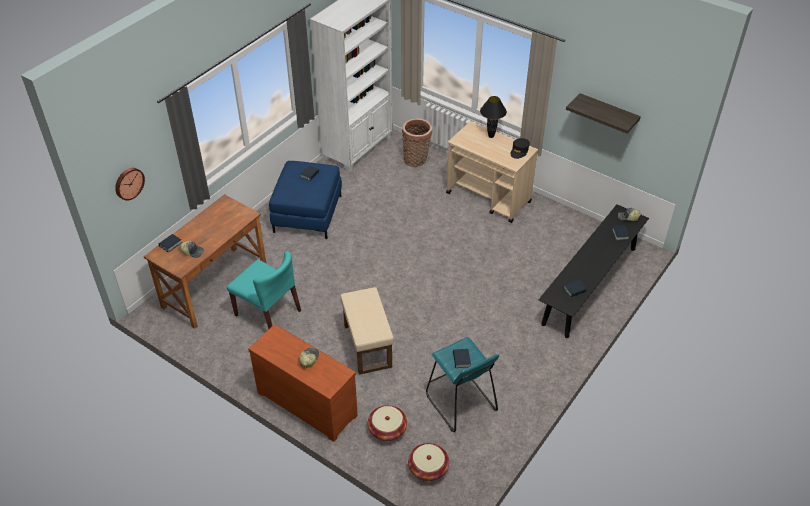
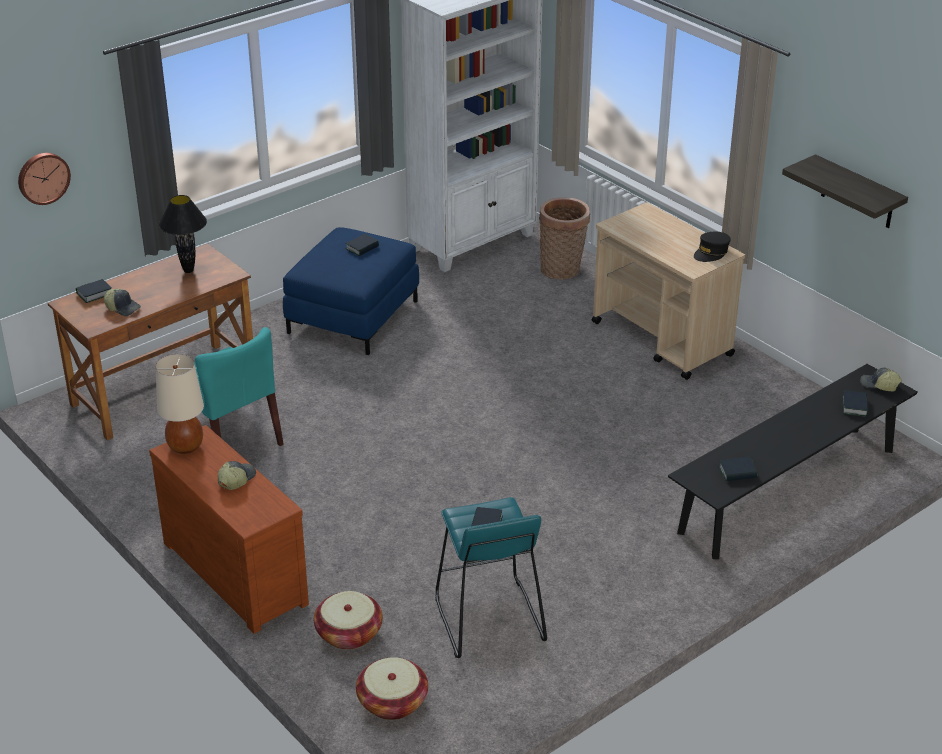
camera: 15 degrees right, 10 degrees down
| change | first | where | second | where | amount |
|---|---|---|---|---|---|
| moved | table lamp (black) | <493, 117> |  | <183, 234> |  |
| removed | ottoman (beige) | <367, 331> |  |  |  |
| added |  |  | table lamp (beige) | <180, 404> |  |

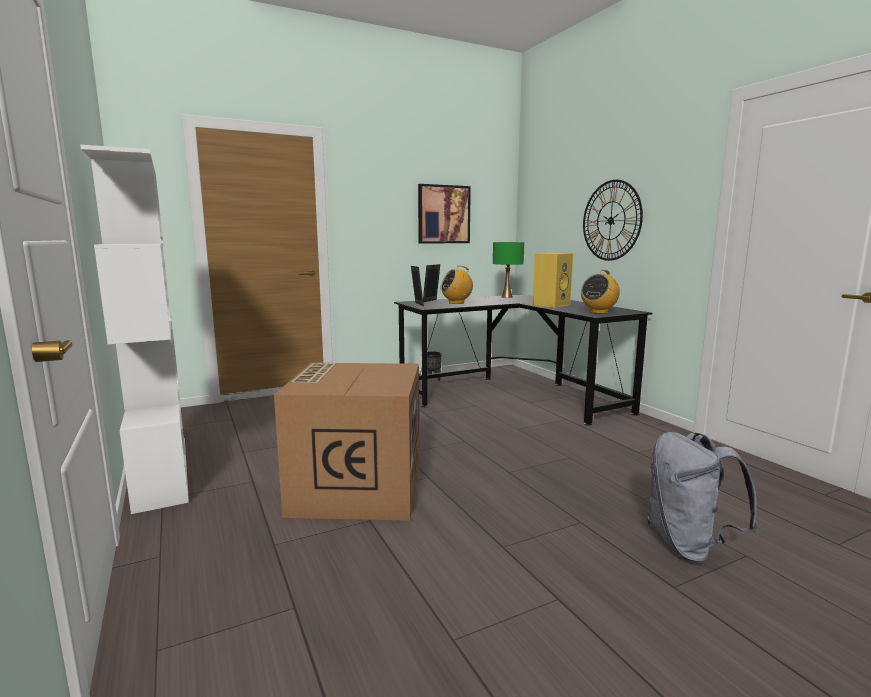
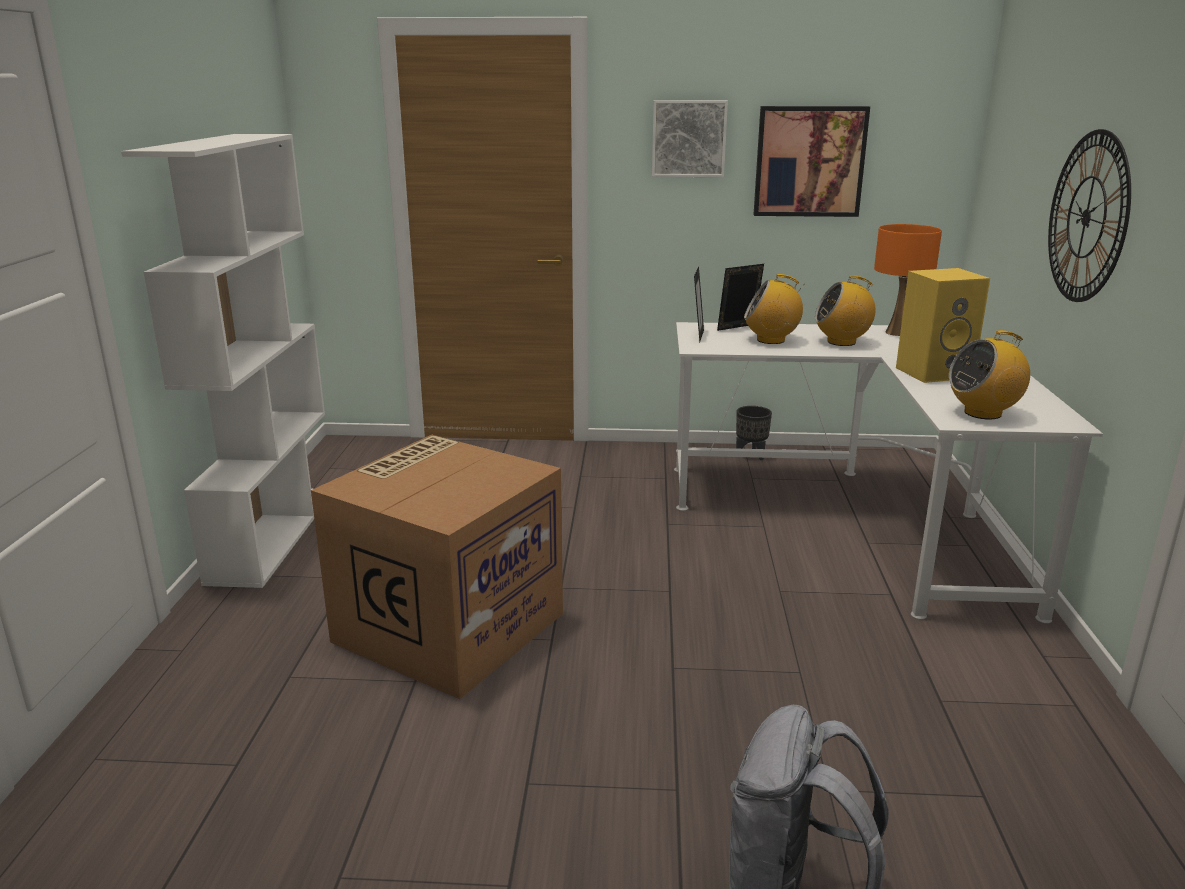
camera: 30 degrees right, 10 degrees up
| change | first | where | second | where | amount |
|---|---|---|---|---|---|
| recoloured | table lamp (green) | <508, 270> | table lamp (orange) | <908, 280> |  |
| recoloured | desk (black) | <523, 360> | desk (white) | <888, 473> |  |
| added |  |  | picture | <690, 138> |  |
| added |  |  | radio | <845, 310> |  |

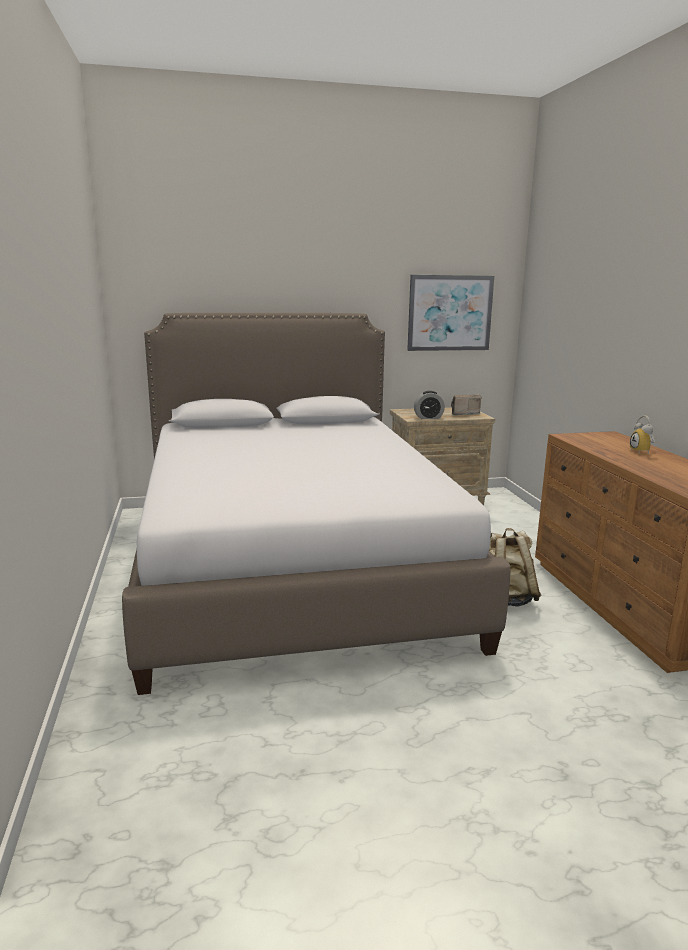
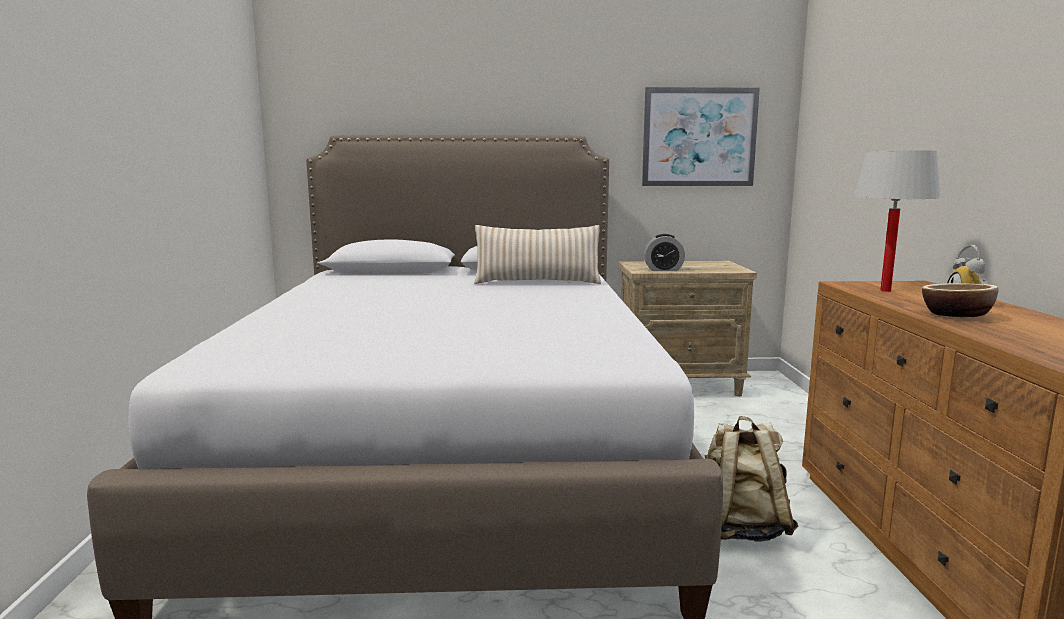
camera: 10 degrees right, 5 degrees down
| change | first | where | second | where | amount |
|---|---|---|---|---|---|
| removed | radio | <466, 404> |  |  |  |
| added |  |  | table lamp (white) | <897, 221> |  |
| added |  |  | pillow (beige) | <537, 254> |  |
| added |  |  | bowl | <960, 300> |  |

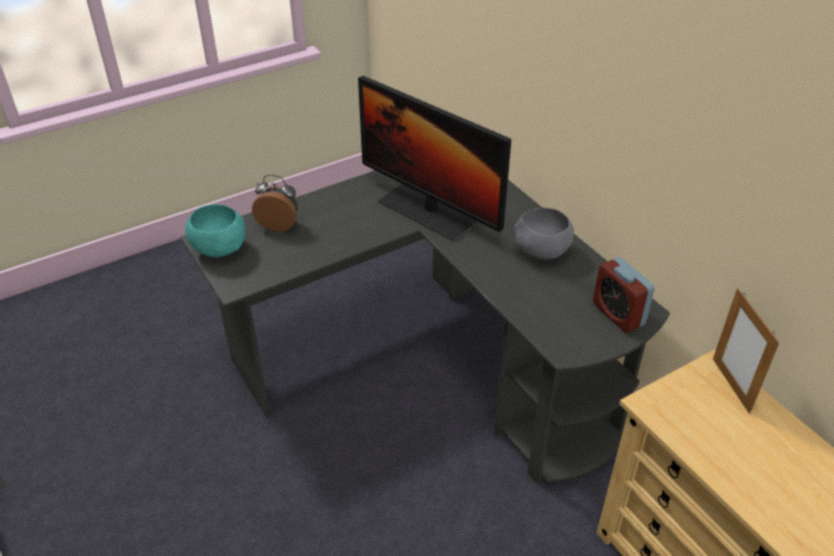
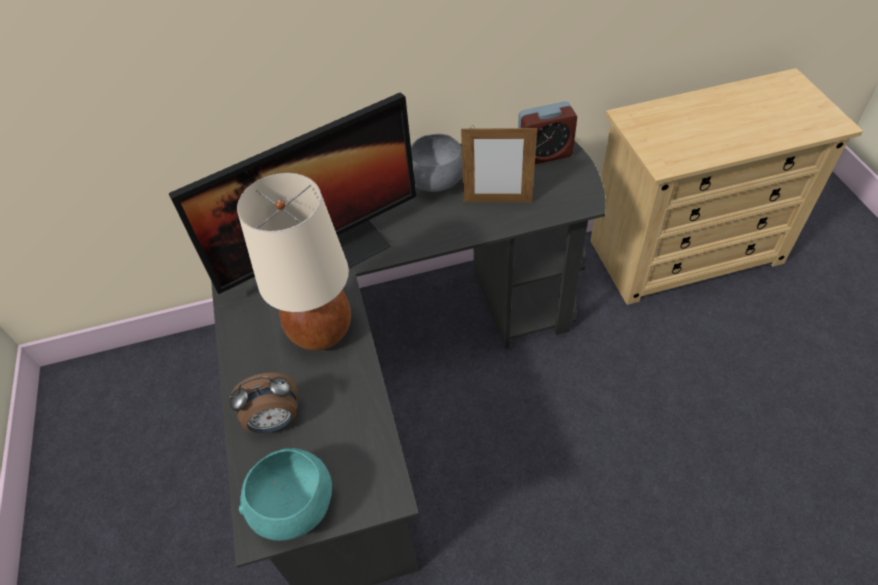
camera: 70 degrees left, 10 degrees up
| change | first | where | second | where | amount |
|---|---|---|---|---|---|
| turned | alarm clock | <274, 203> |  | <263, 402> | 135 degrees counterclockwise |
| moved | picture frame | <746, 351> |  | <499, 163> |  |
| added |  |  | table lamp (beige) | <294, 262> |  |

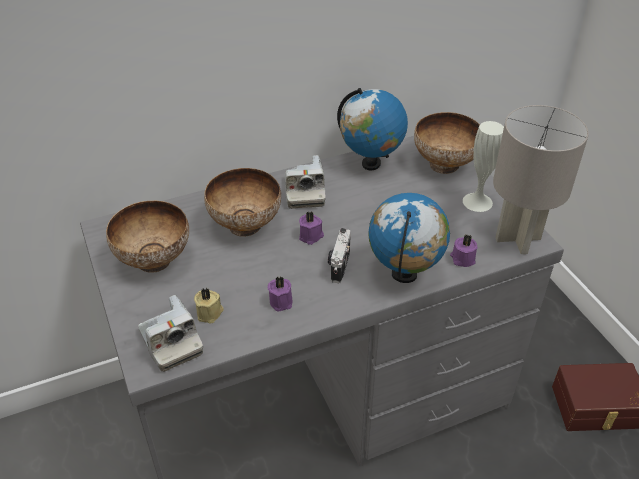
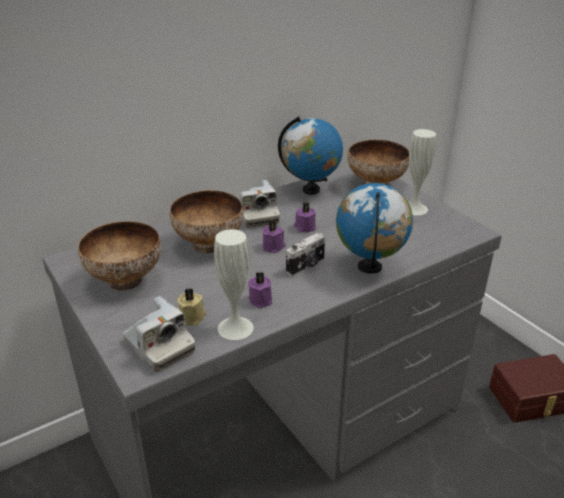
camera: 10 degrees left, 10 degrees down
| change | first | where | second | where | amount |
|---|---|---|---|---|---|
| removed | table lamp (grey) | <541, 179> |  |  |  |
| turned | photo camera | <339, 255> |  | <305, 254> | 135 degrees counterclockwise |
| moved | candle (purple) | <464, 250> |  | <305, 217> |  |
| added |  |  | vase (white) | <234, 284> |  |

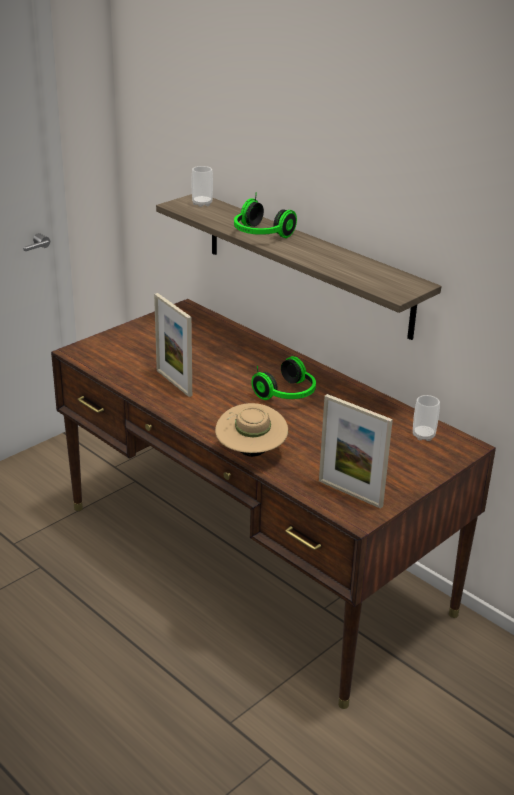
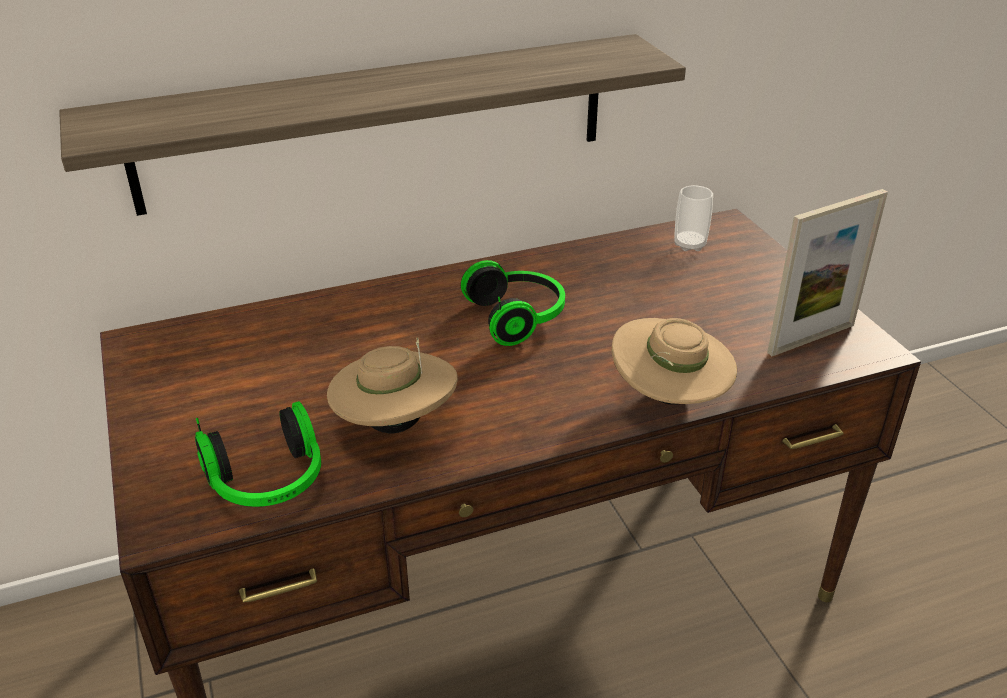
camera: 65 degrees left, 5 degrees up
| change | first | where | second | where | amount |
|---|---|---|---|---|---|
| removed | cup | <202, 186> |  |  |  |
| moved | headphones | <265, 215> |  | <258, 454> |  |
| replaced | picture frame | <173, 345> | hat (beige) | <392, 385> |  |

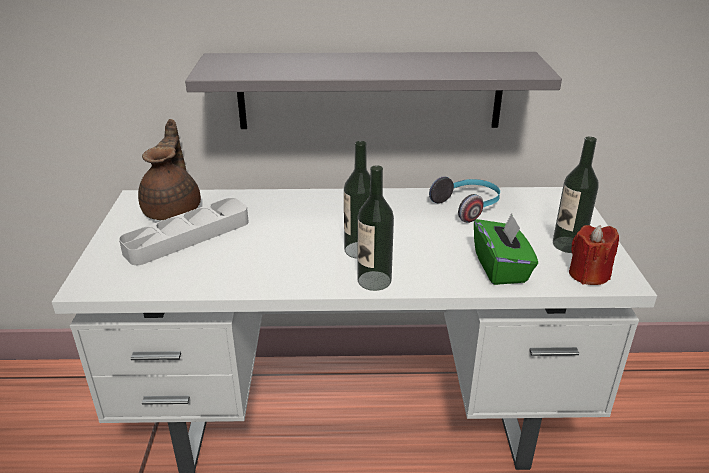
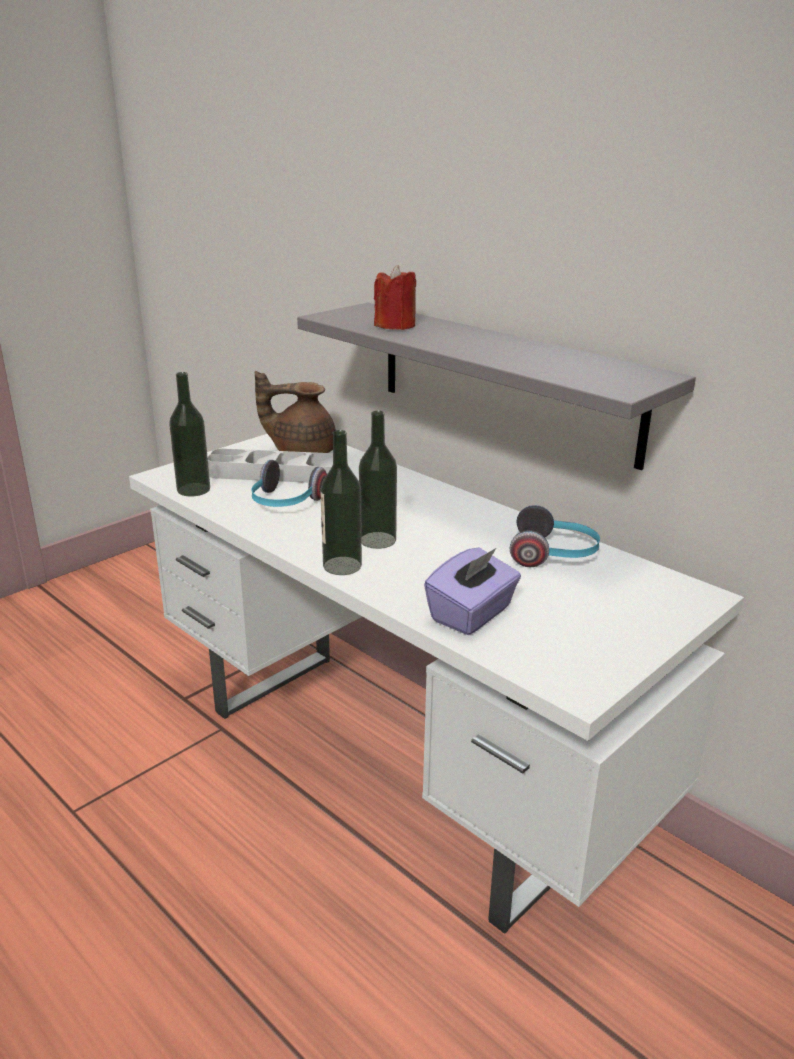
camera: 45 degrees right, 5 degrees down
| change | first | where | second | where | amount |
|---|---|---|---|---|---|
| turned | teapot (brown) | <169, 169> |  | <295, 412> | 135 degrees counterclockwise |
| moved | bottle | <576, 195> |  | <189, 434> |  |
| recoloured | tissue box (green) | <506, 249> | tissue box (purple) | <472, 591> |  |
| moved | candle (red) | <594, 255> |  | <395, 297> |  |
| added |  |  | headphones | <289, 483> |  |

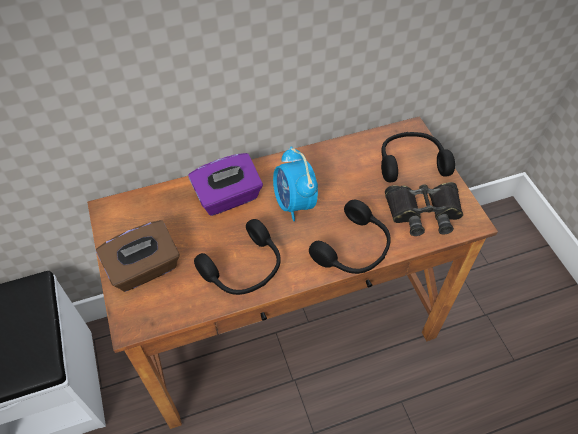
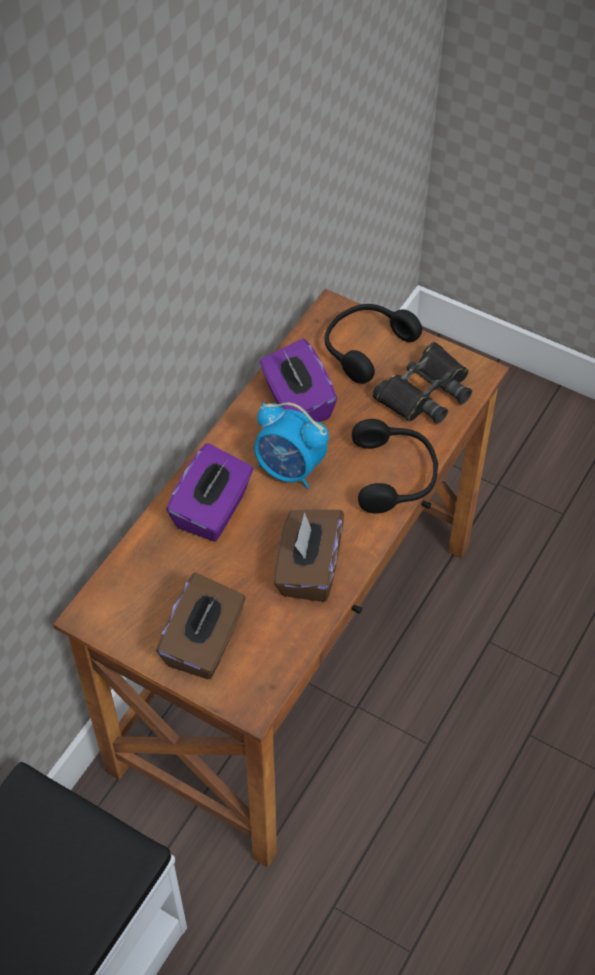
camera: 40 degrees left, 0 degrees up
| change | first | where | second | where | amount |
|---|---|---|---|---|---|
| replaced | headphones (black) | <237, 257> | tissue box (brown) | <309, 556> |  |
| added |  |  | tissue box (purple) | <298, 380> |  |

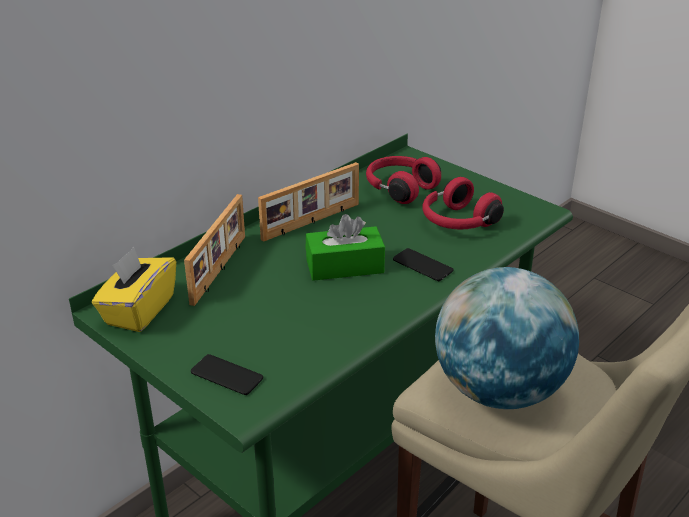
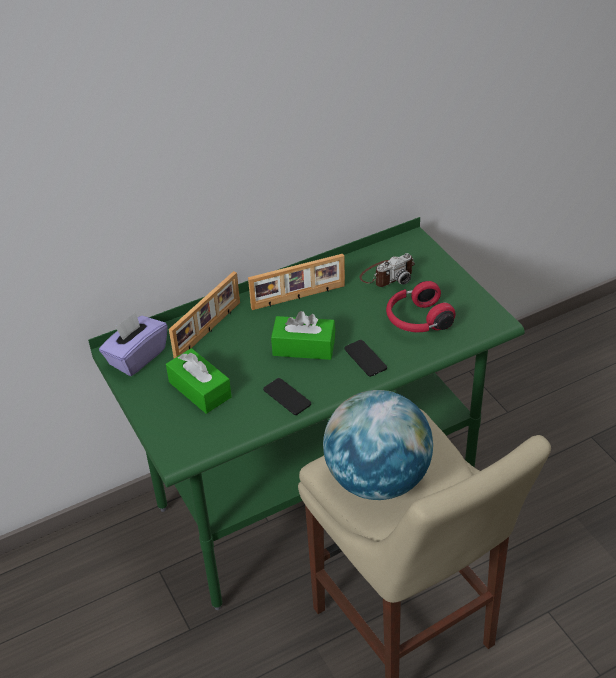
camera: 20 degrees right, 10 degrees up
| change | first | where | second | where | amount |
|---|---|---|---|---|---|
| replaced | headphones (red) | <403, 180> | photo camera | <387, 270> |  |
| recoloured | tissue box (yellow) | <134, 289> | tissue box (purple) | <133, 344> |  |
| moved | phone | <227, 374> |  | <287, 396> |  |
| added |  |  | tissue box (green) | <199, 381> |  |

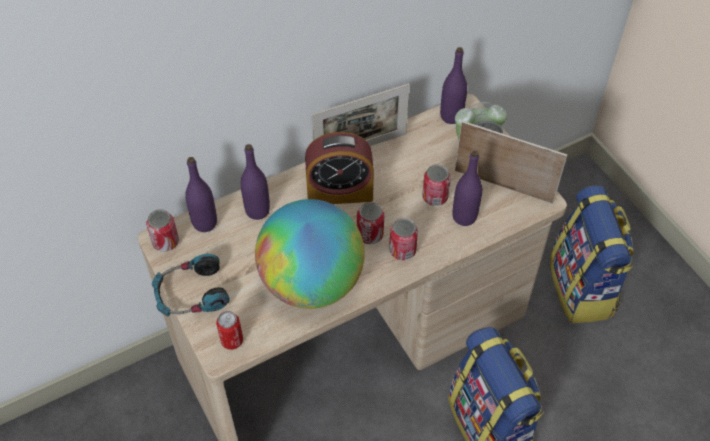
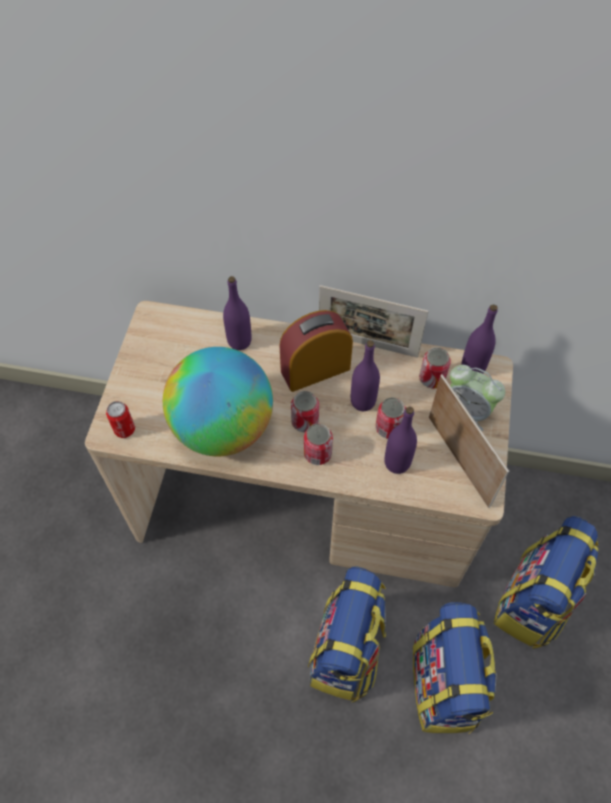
camera: 40 degrees right, 5 degrees up
| change | first | where | second | where | amount |
|---|---|---|---|---|---|
| turned | alarm clock | <339, 168> |  | <316, 351> | 120 degrees clockwise |
| moved | bottle (purple) | <201, 194> |  | <365, 375> |  |
| moved | can | <162, 230> |  | <435, 367> |  |
| removed | headphones | <191, 285> |  |  |  |
| added |  |  | backpack | <455, 668> |  |

